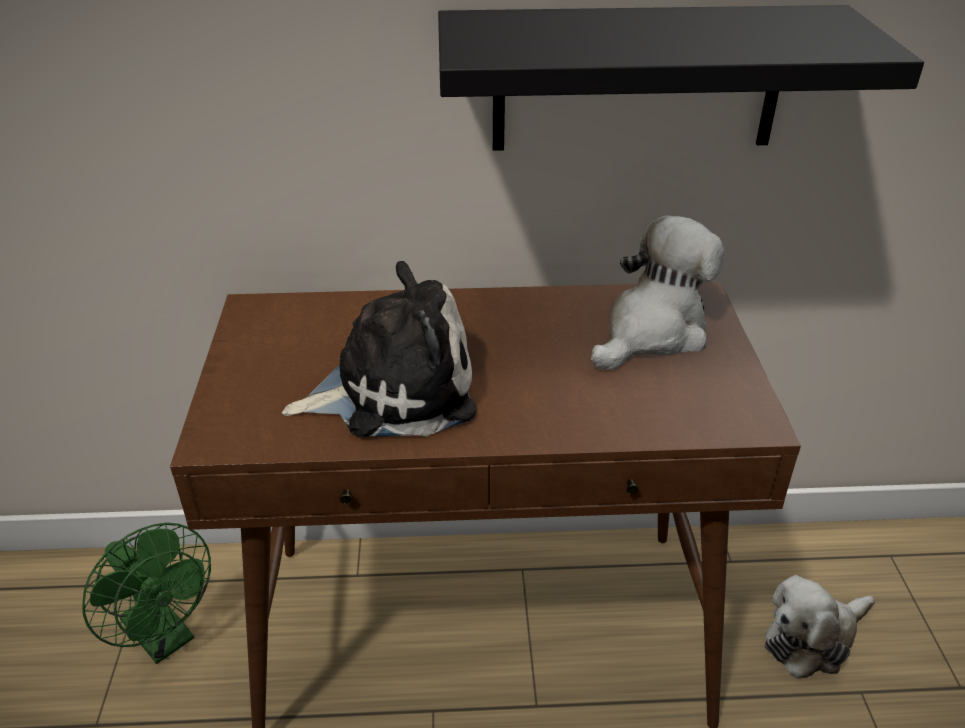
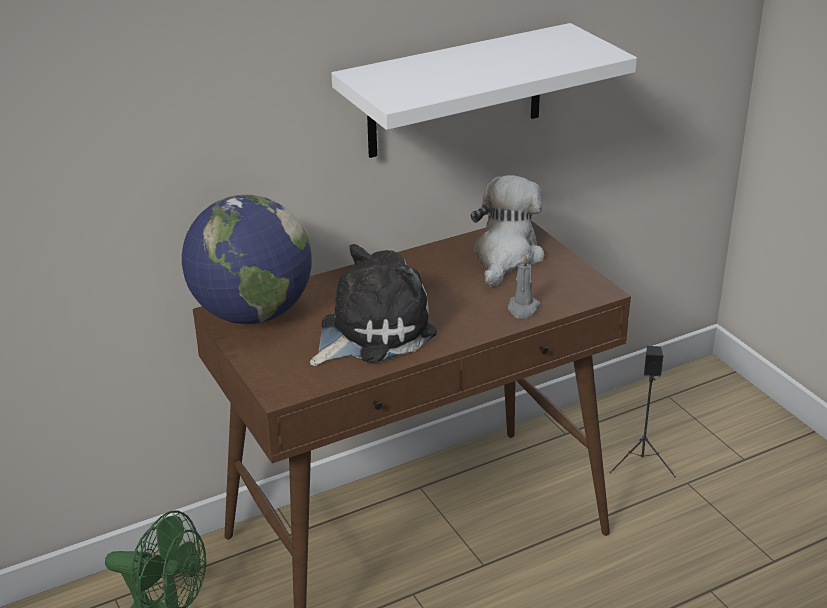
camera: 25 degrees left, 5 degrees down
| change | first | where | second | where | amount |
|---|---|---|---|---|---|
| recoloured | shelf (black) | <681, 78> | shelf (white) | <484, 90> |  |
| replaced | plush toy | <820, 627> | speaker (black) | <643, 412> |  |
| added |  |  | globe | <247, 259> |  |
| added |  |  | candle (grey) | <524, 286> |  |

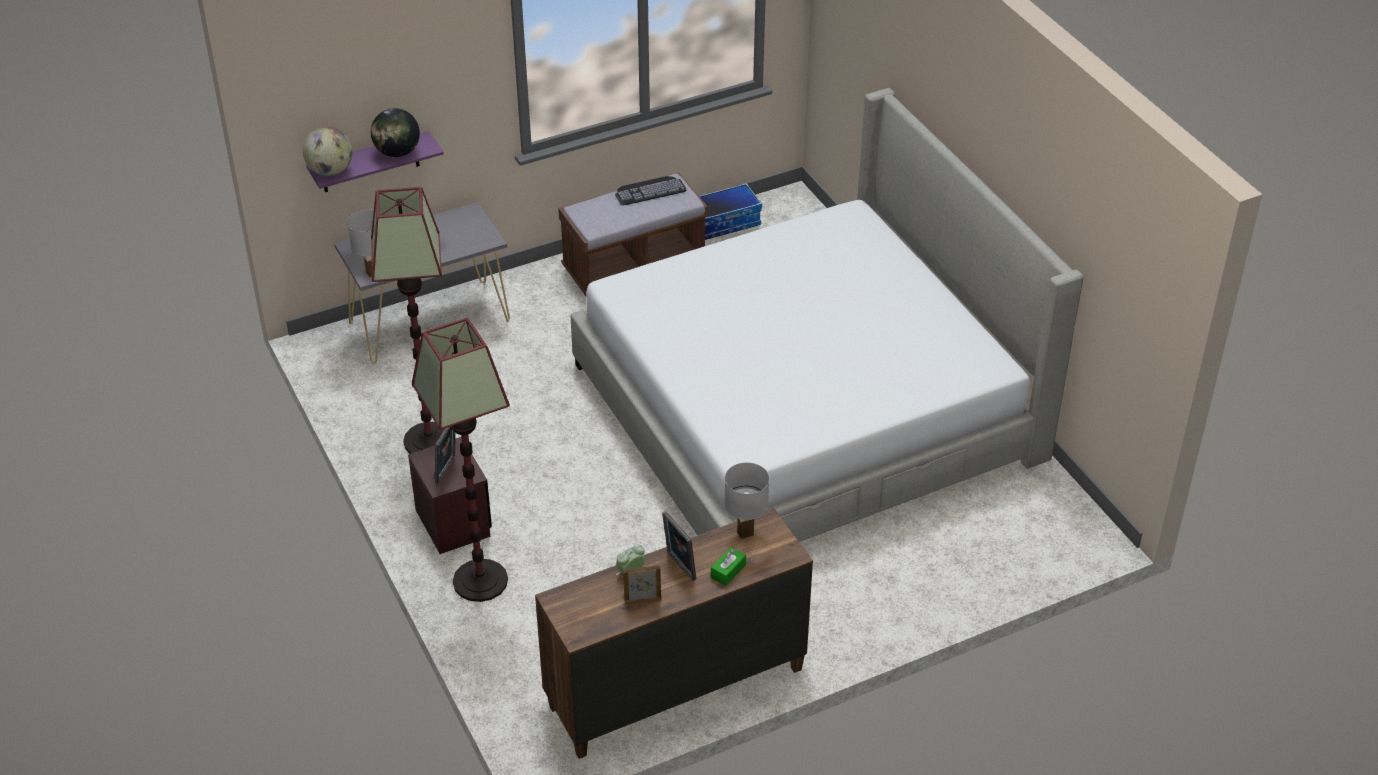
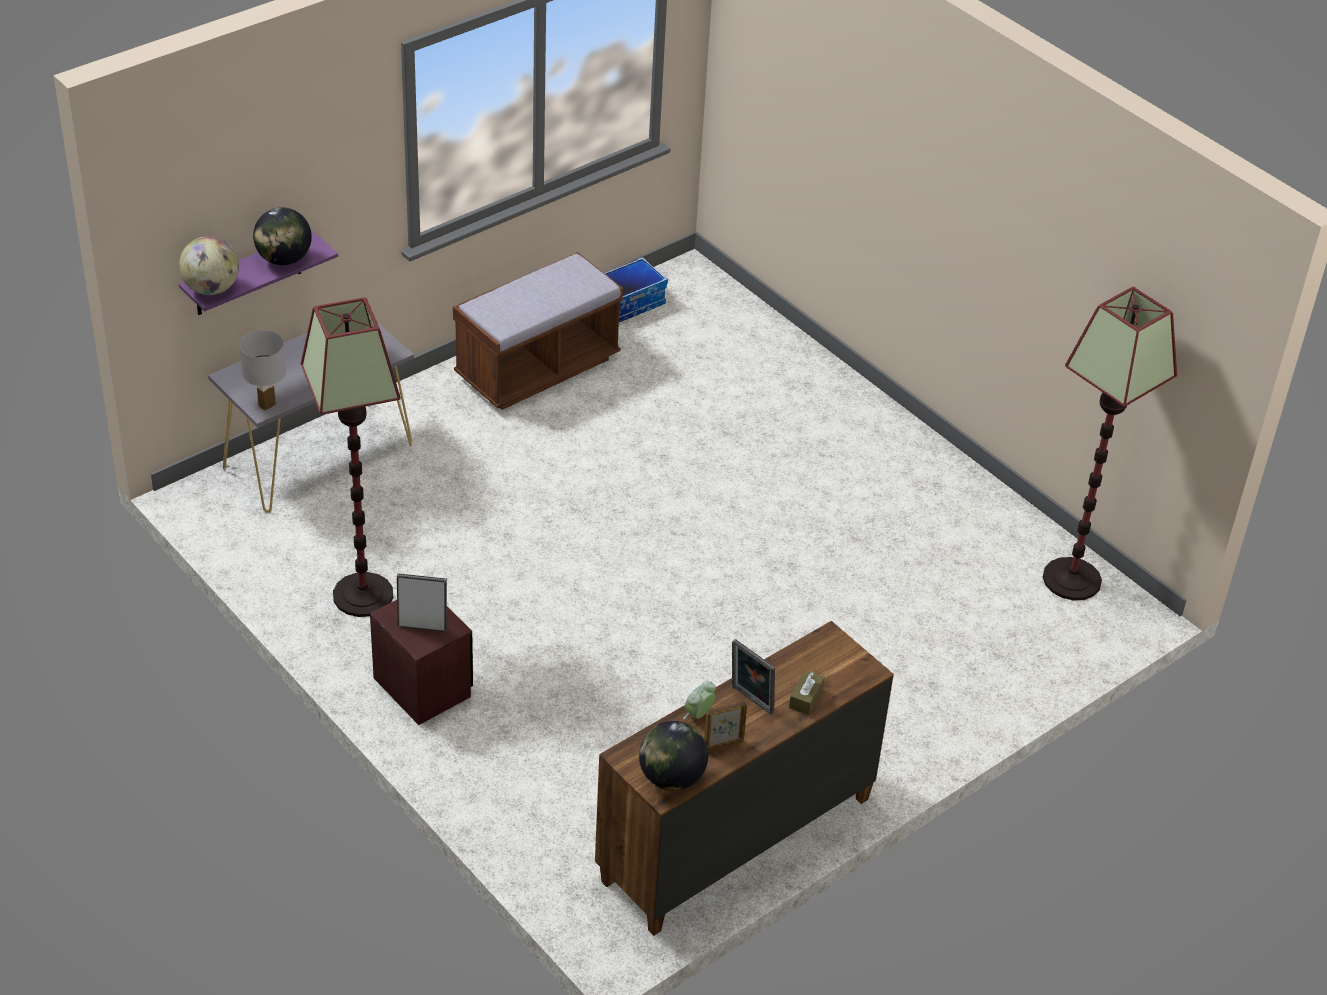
camera: 15 degrees left, 0 degrees up
| change | first | where | second | where | amount |
|---|---|---|---|---|---|
| removed | bed | <827, 315> |  |  |  |
| removed | keyboard | <651, 190> |  |  |  |
| moved | floor lamp | <461, 460> |  | <1110, 443> |  |
| turned | picture frame | <445, 455> |  | <422, 602> | 90 degrees counterclockwise |
| removed | table lamp (white) | <746, 501> |  |  |  |
| recoloured | tissue box (green) | <728, 566> | tissue box (brown) | <807, 692> |  |
| added |  |  | globe | <673, 756> |  |

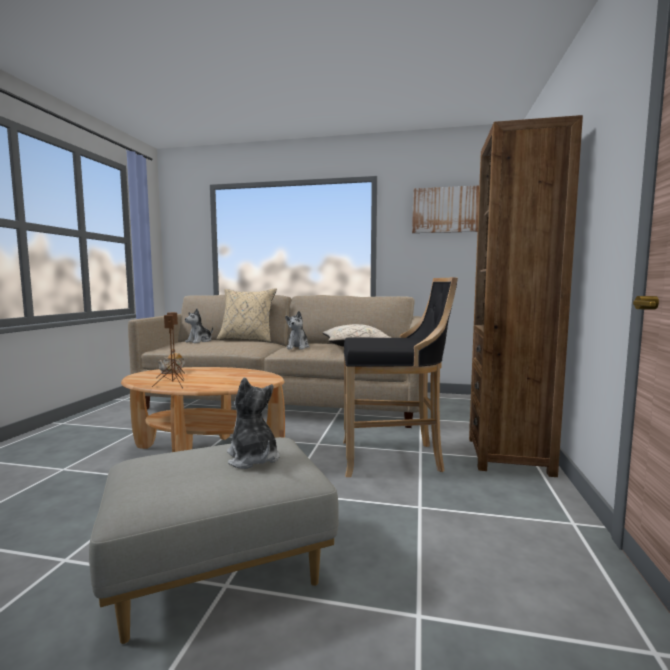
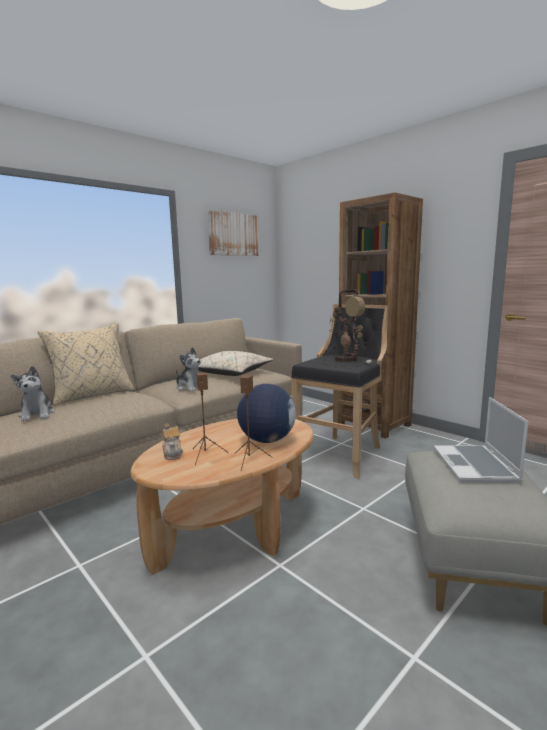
camera: 55 degrees left, 5 degrees up
| change | first | where | second | where | amount |
|---|---|---|---|---|---|
| replaced | plush toy | <253, 423> | laptop | <481, 439> |  |
| added |  |  | table lamp | <347, 328> |  |
| added |  |  | globe | <266, 413> |  |

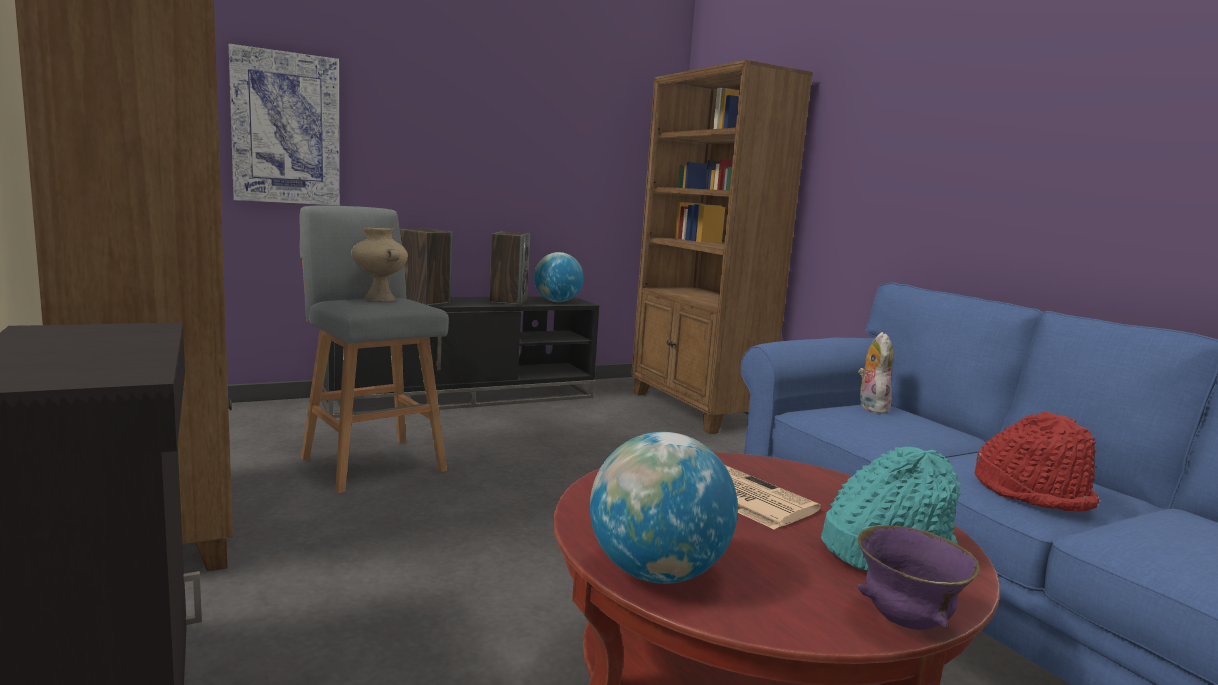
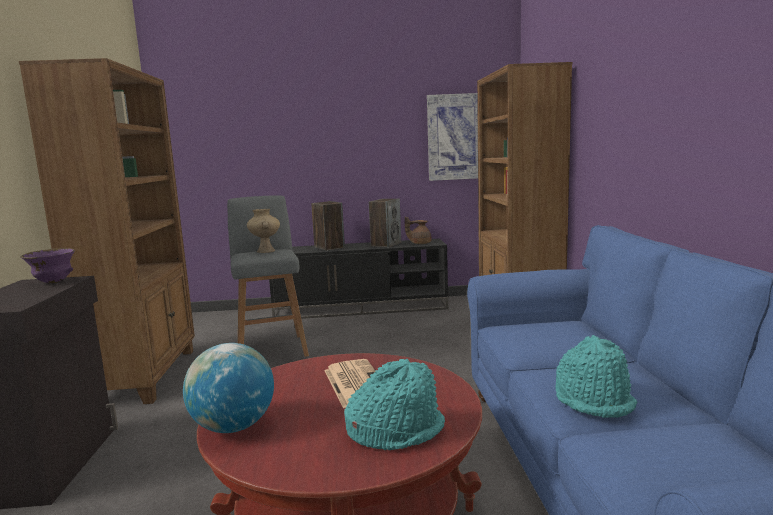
camera: 25 degrees right, 0 degrees up
| change | first | where | second | where | amount |
|---|---|---|---|---|---|
| moved | picture | <284, 125> |  | <452, 137> |  |
| replaced | globe | <559, 277> | teapot (brown) | <418, 230> |  |
| removed | plush toy | <875, 373> |  |  |  |
| recoloured | hat (red) | <1037, 461> | hat (turquoise) | <596, 376> |  |
| moved | bowl (purple) | <919, 577> |  | <47, 265> |  |

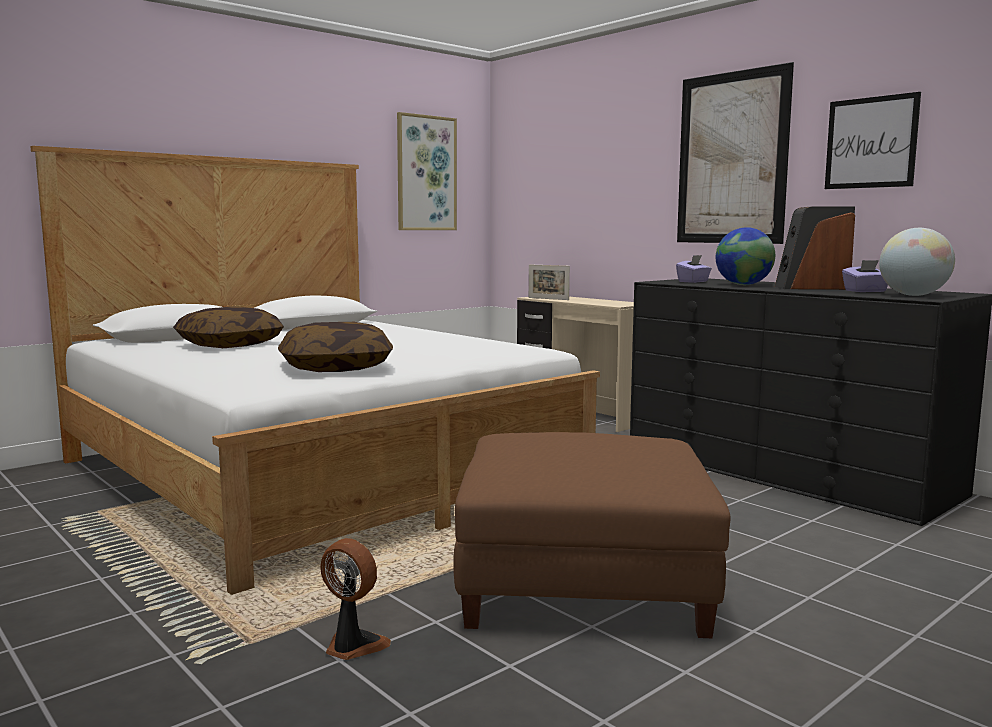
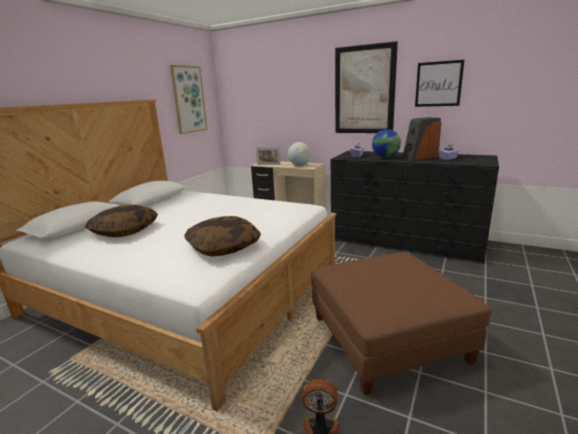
camera: 20 degrees left, 10 degrees up
| change | first | where | second | where | amount |
|---|---|---|---|---|---|
| moved | globe | <917, 262> |  | <299, 154> |  |

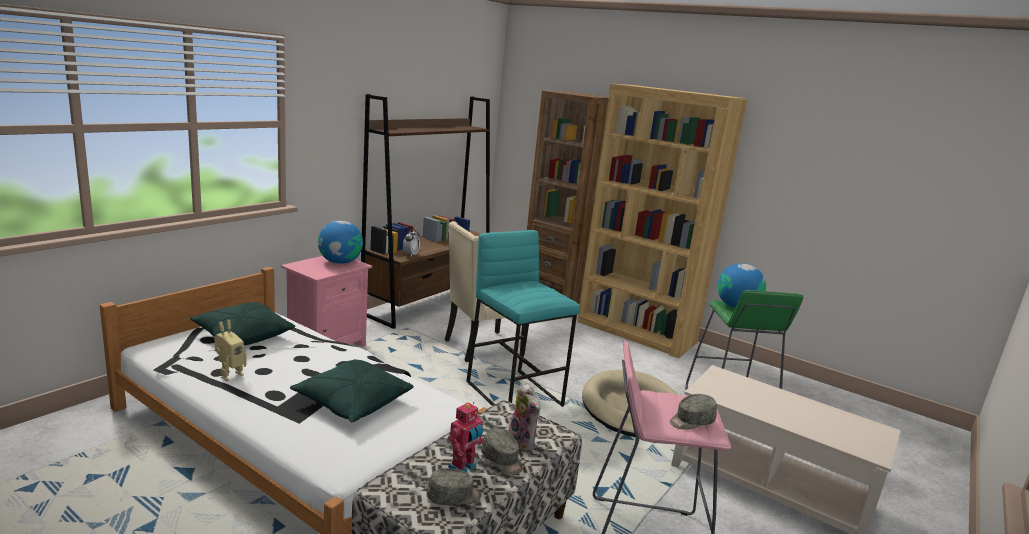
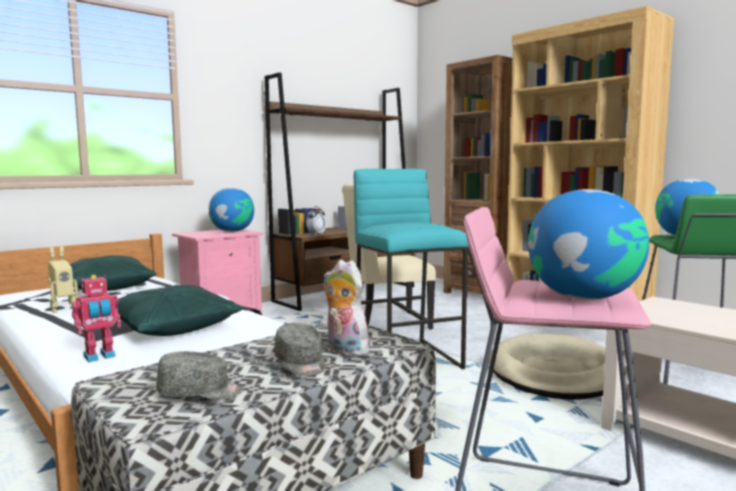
camera: 15 degrees right, 10 degrees down
| change | first | where | second | where | amount |
|---|---|---|---|---|---|
| turned | plush toy | <524, 417> |  | <346, 308> | 150 degrees clockwise |
| replaced | cap (grey) | <693, 412> | globe | <588, 244> |  |
| moved | toy robot | <466, 437> |  | <96, 318> |  |

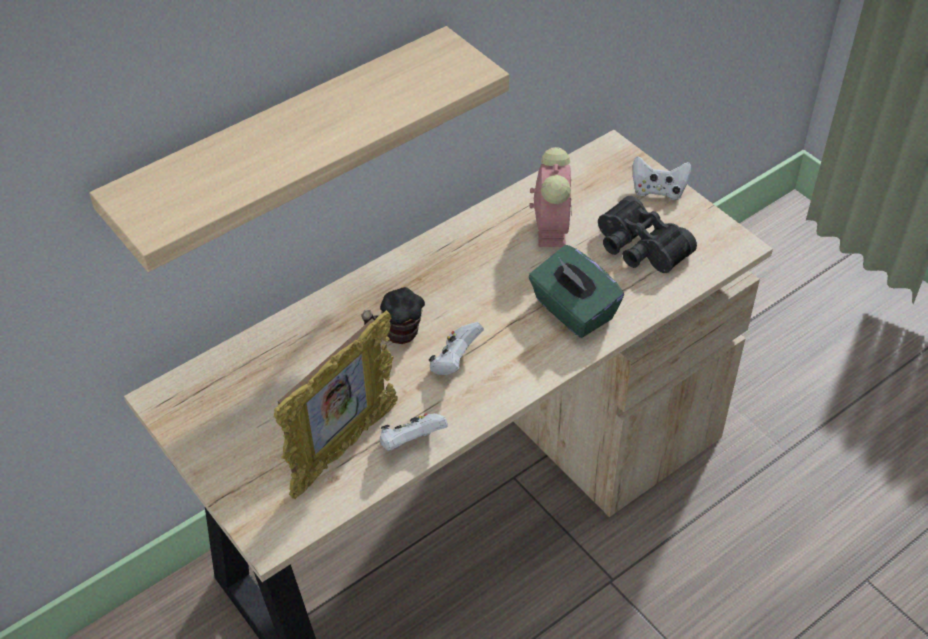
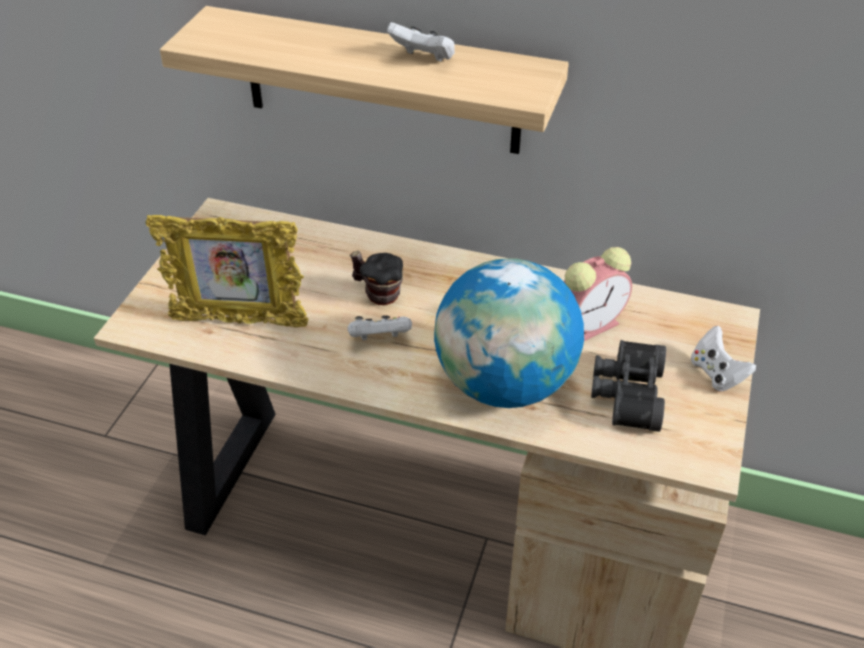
camera: 55 degrees right, 5 degrees down
| change | first | where | second | where | amount |
|---|---|---|---|---|---|
| replaced | tissue box (green) | <576, 291> | globe | <509, 333> |  |
| moved | game controller (white) | <414, 432> |  | <421, 42> |  |

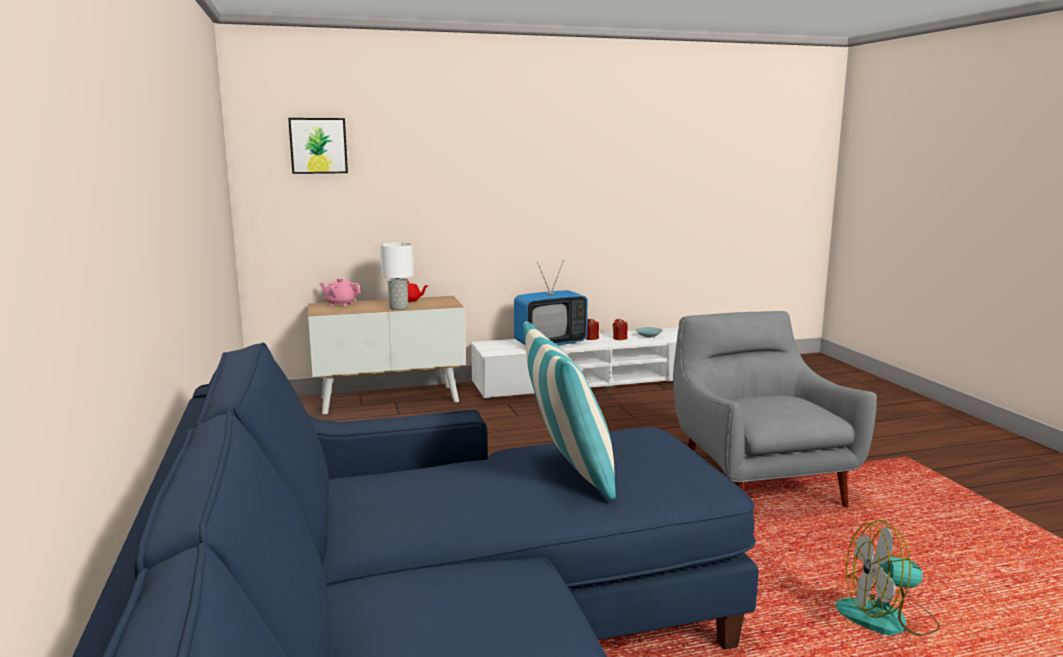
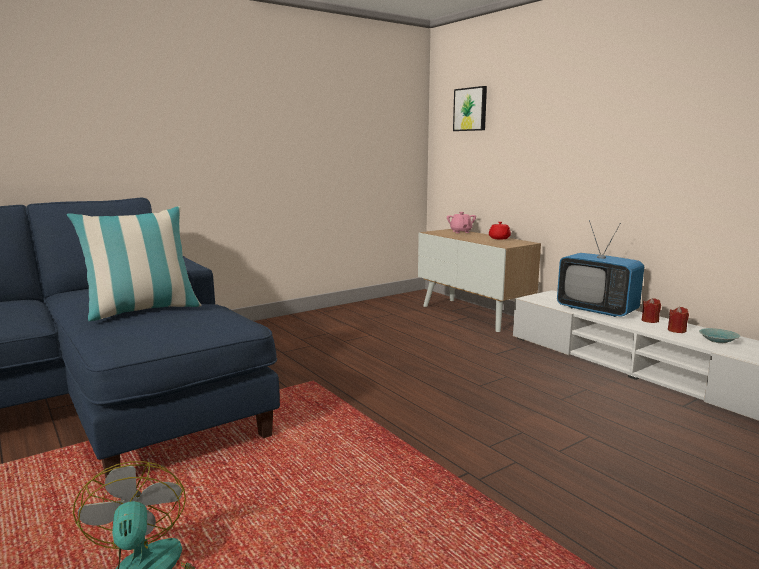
camera: 70 degrees right, 0 degrees up
| change | first | where | second | where | amount |
|---|---|---|---|---|---|
| removed | table lamp (white) | <396, 276> |  |  |  |
| removed | armchair (grey) | <775, 409> |  |  |  |

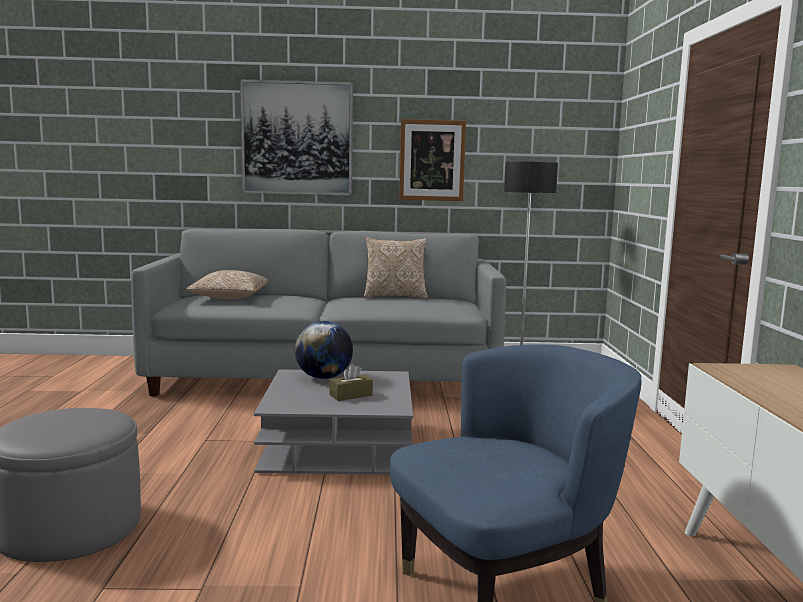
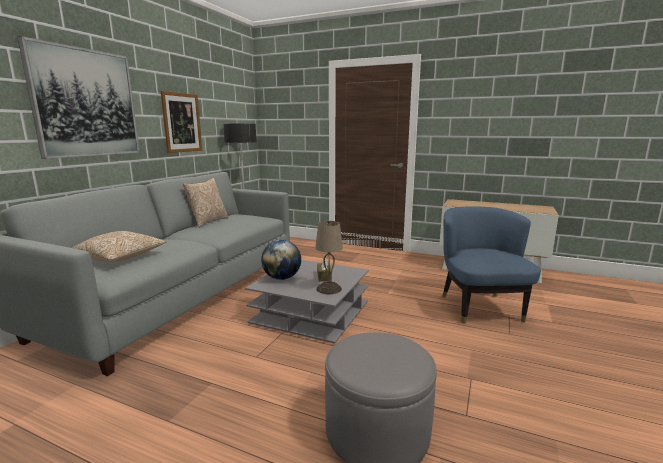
camera: 65 degrees left, 5 degrees up
| change | first | where | second | where | amount |
|---|---|---|---|---|---|
| added |  |  | table lamp (beige) | <329, 257> |  |

